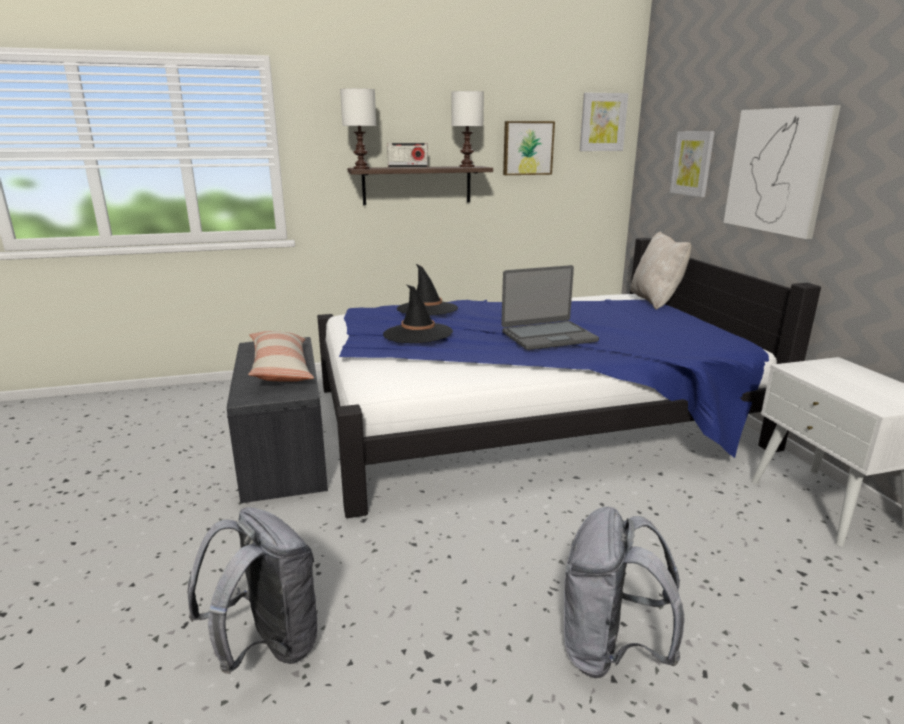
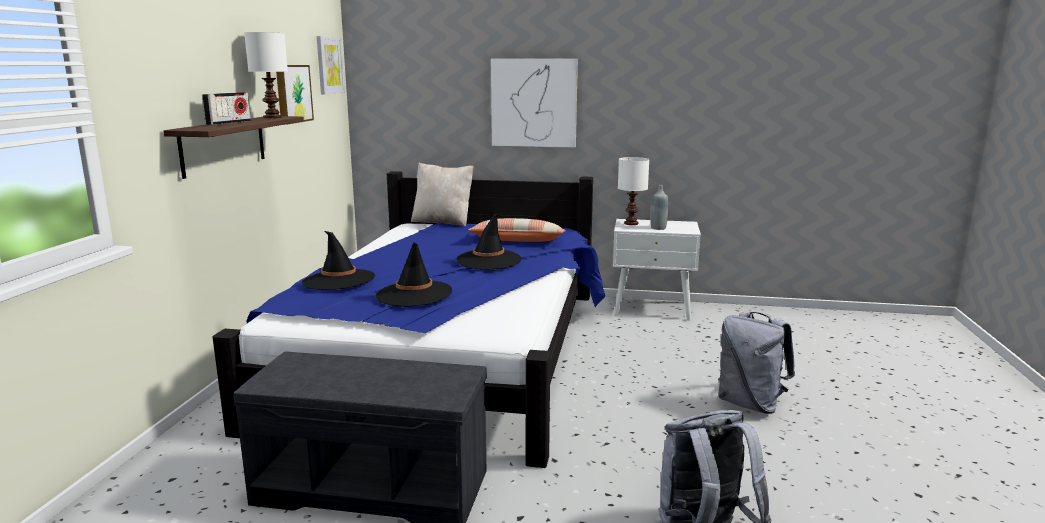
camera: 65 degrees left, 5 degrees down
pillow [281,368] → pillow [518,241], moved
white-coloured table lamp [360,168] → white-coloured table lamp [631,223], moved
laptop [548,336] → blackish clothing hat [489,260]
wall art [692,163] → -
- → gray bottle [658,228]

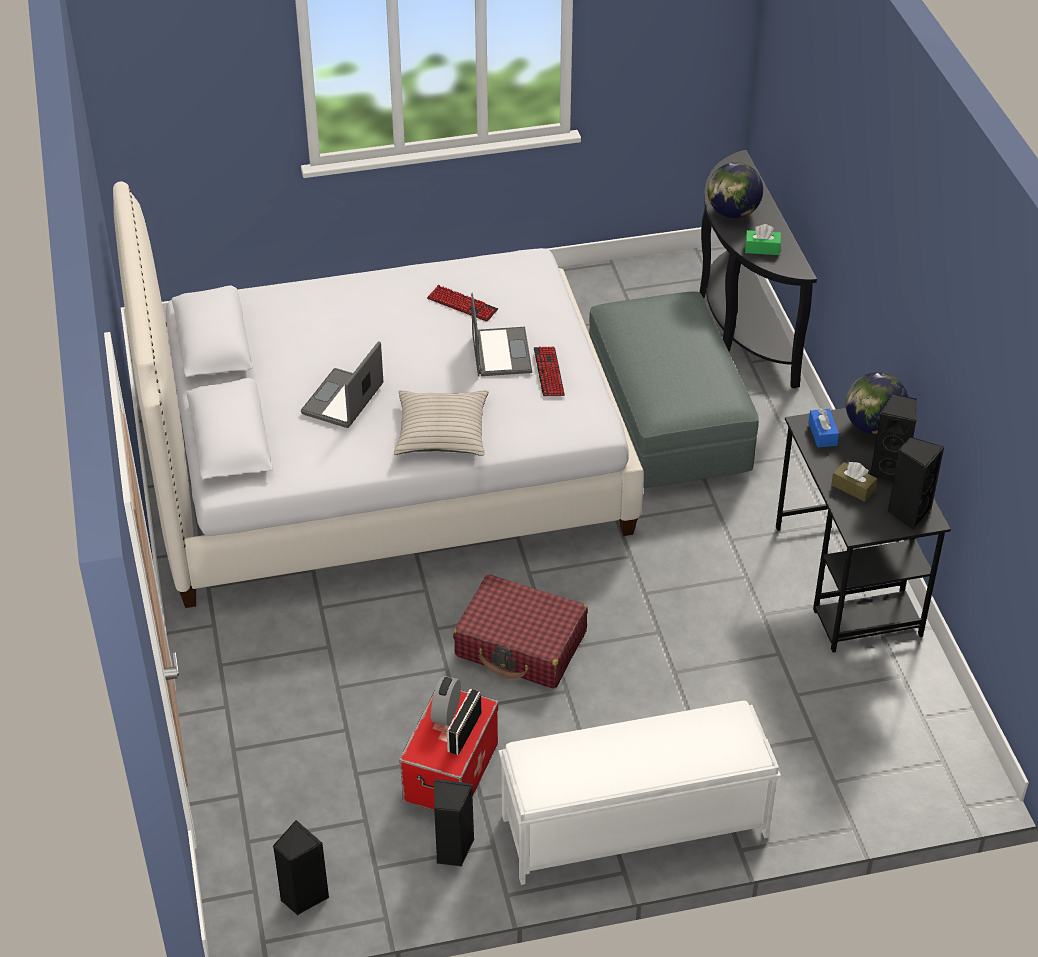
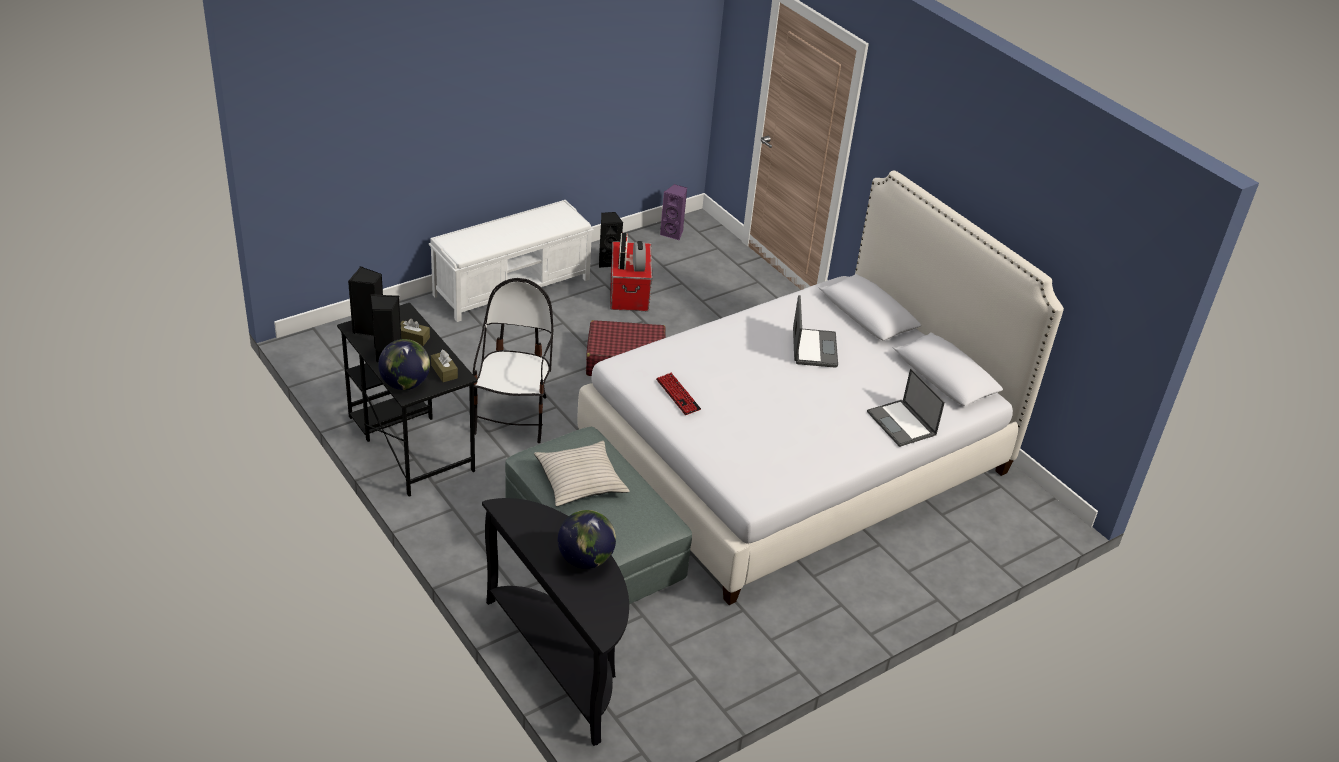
camera: 155 degrees right, 5 degrees down
blackish audio speaker [302,896] → purplish audio speaker [673,233]
beige-coloured pillow [441,432] → beige-coloured pillow [580,481], moved
computer keyboard [462,305] → -
laptop [501,352] → laptop [902,424], moved
green tissue box [762,248] → -
bluish tissue box [822,434] → brownish tissue box [444,371]
- → chair [513,417]

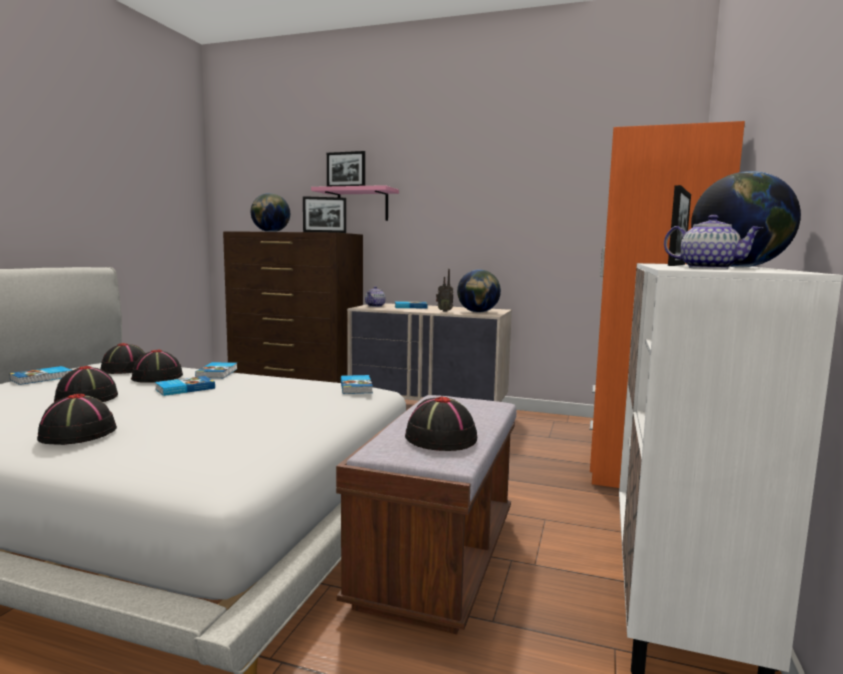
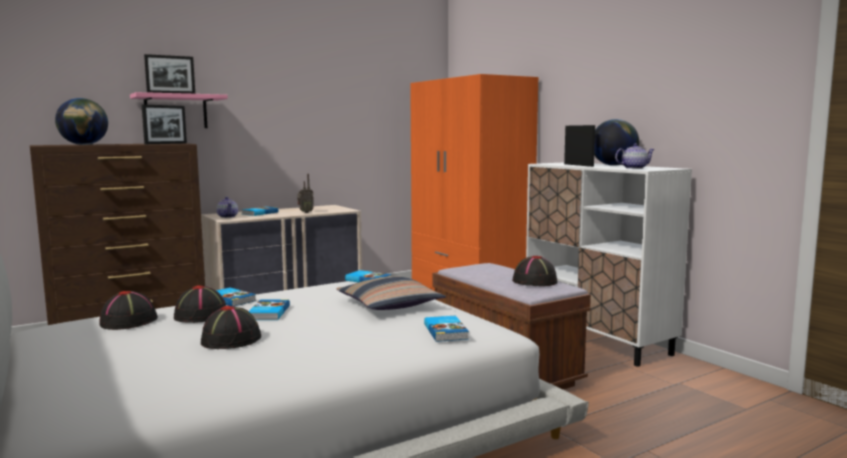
camera: 50 degrees left, 0 degrees up
book [42,378] → book [446,331], moved
blackish clothing hat [77,434] → -
desk globe [478,312] → -
- → pillow [390,305]

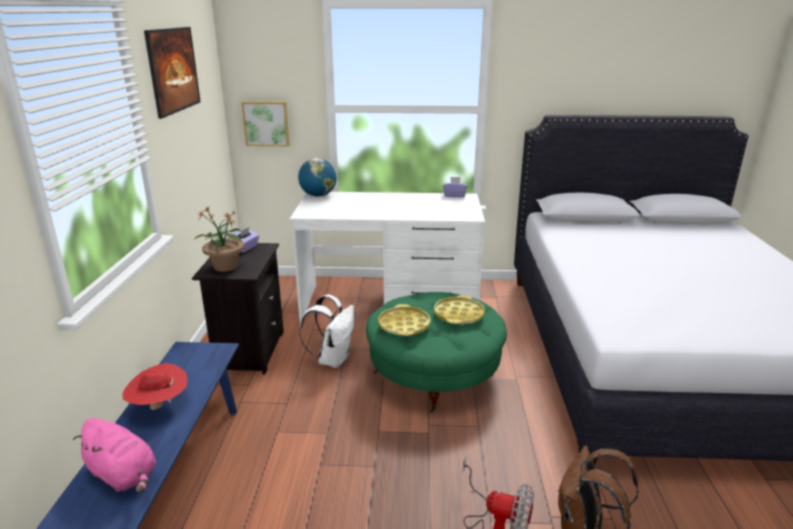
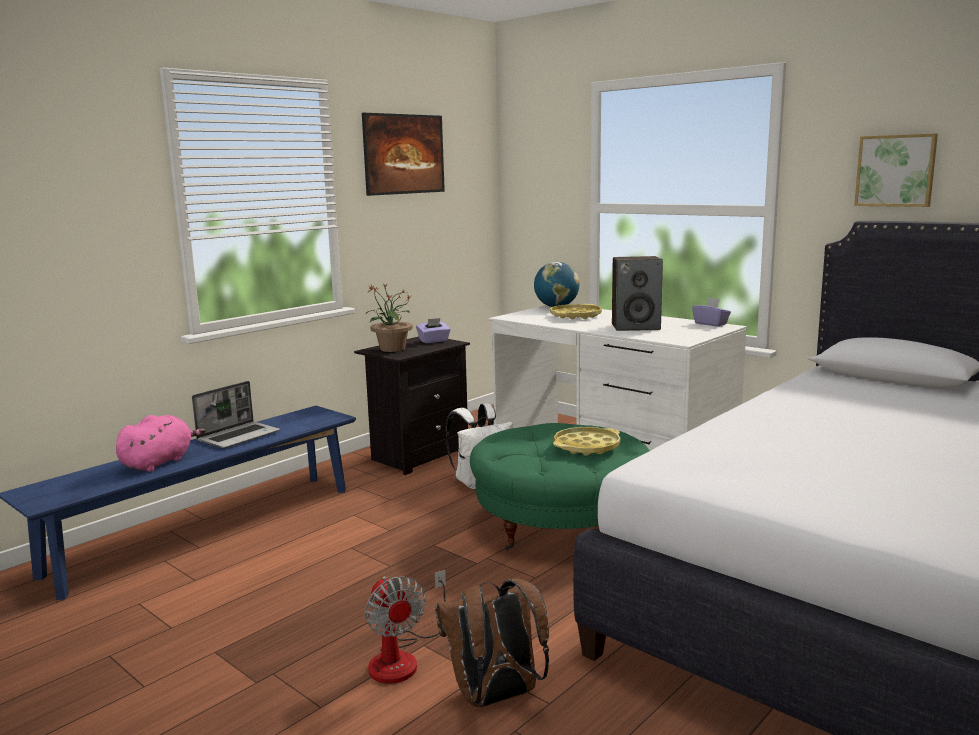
camera: 40 degrees right, 10 degrees down
pink plush toy [123,475] → pink plush toy [159,462], 135 degrees counterclockwise
reddish clothing hat [159,406] → laptop [239,436]
wall art [266,123] → wall art [895,170], moved
yellow serving tray [404,325] → yellow serving tray [575,316], moved
- → audio speaker [636,327]

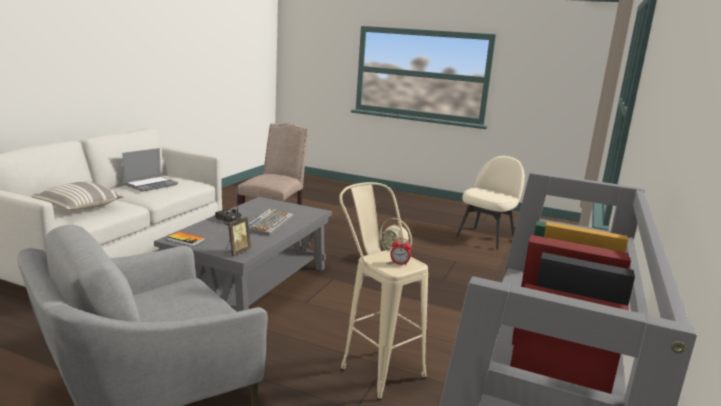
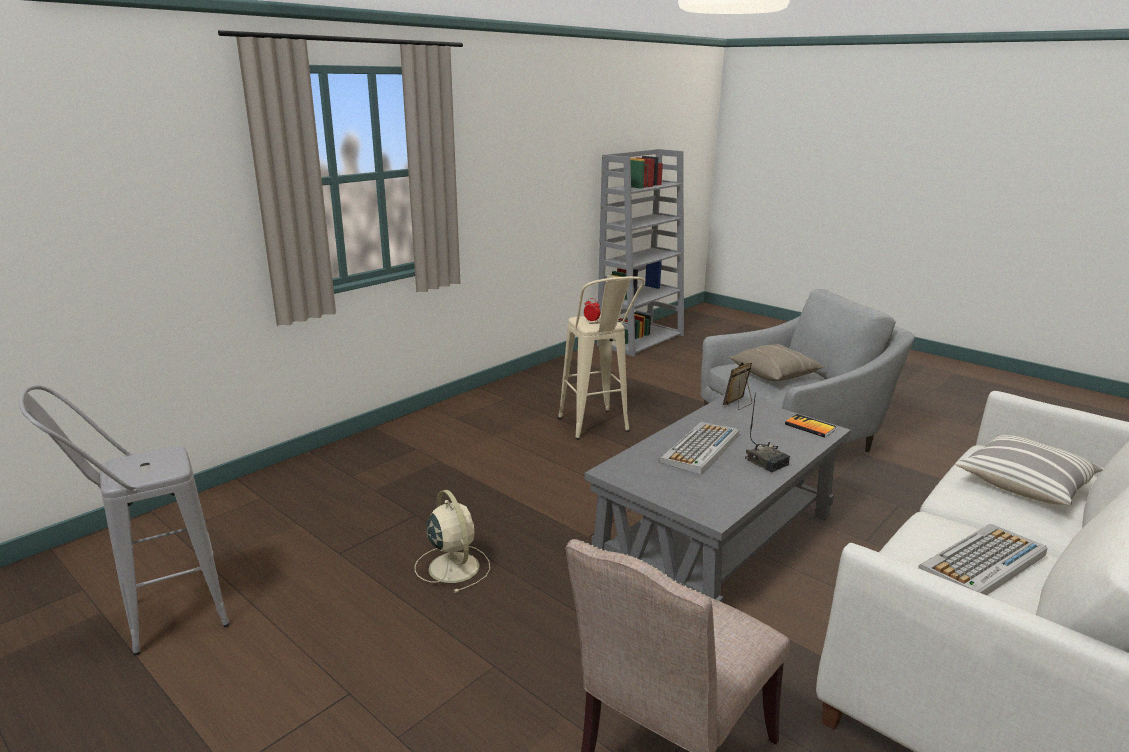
camera: 160 degrees left, 5 degrees up
laptop [151,184] → computer keyboard [983,563]
beige-coloured chair [486,238] → gray stool seat [158,620]
- → beige-coloured pillow [774,374]

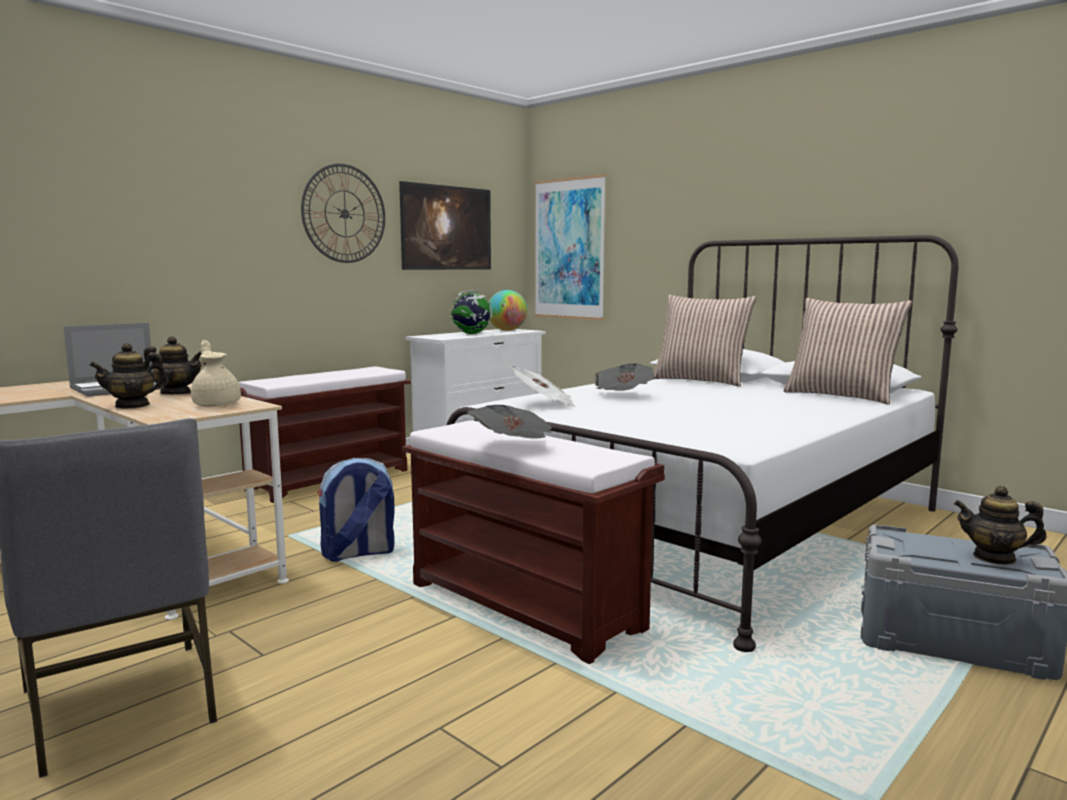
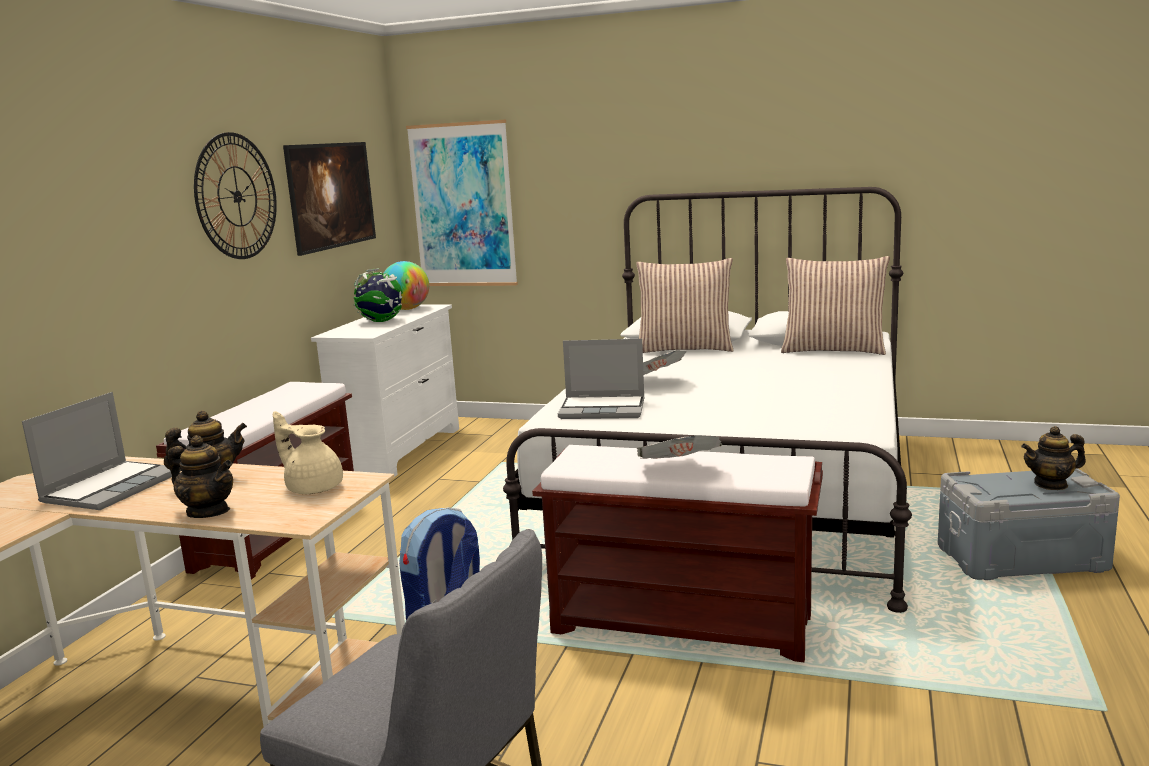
camera: 25 degrees left, 5 degrees up
pot for tea [132,405] → pot for tea [208,512], 90 degrees counterclockwise
printed paper [544,404] → laptop [603,409]

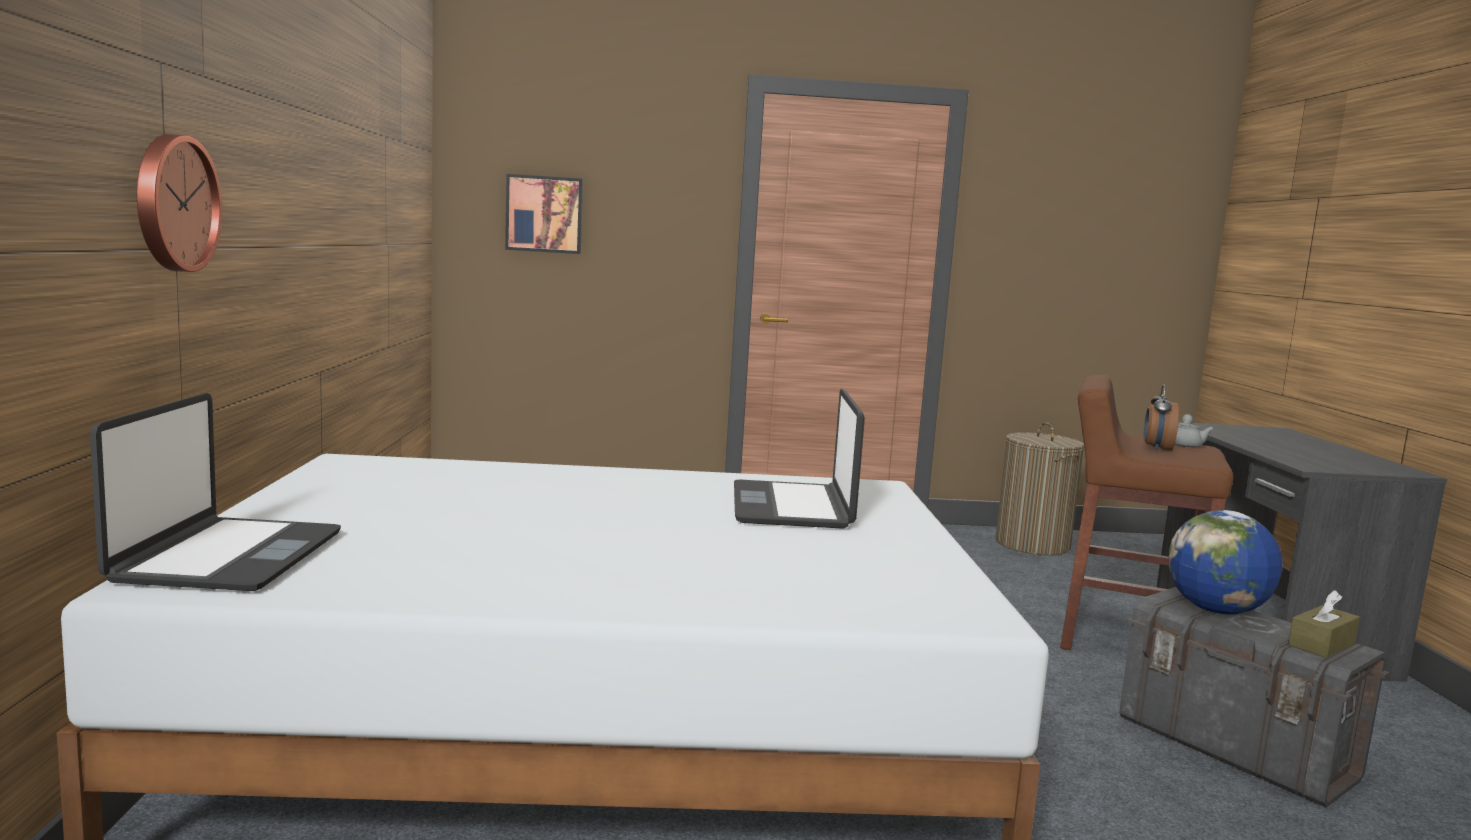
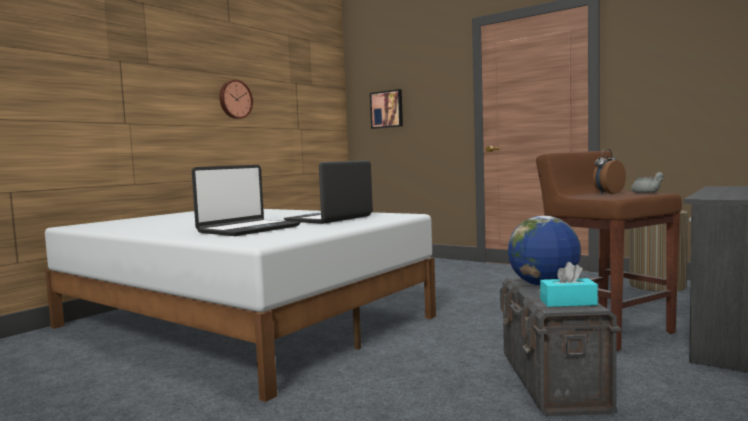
camera: 40 degrees right, 5 degrees down
laptop [227,557] → laptop [248,229], moved
clock on the wall [173,203] → clock on the wall [235,99], moved
brownish tissue box [1321,644] → blue-green tissue box [568,302]

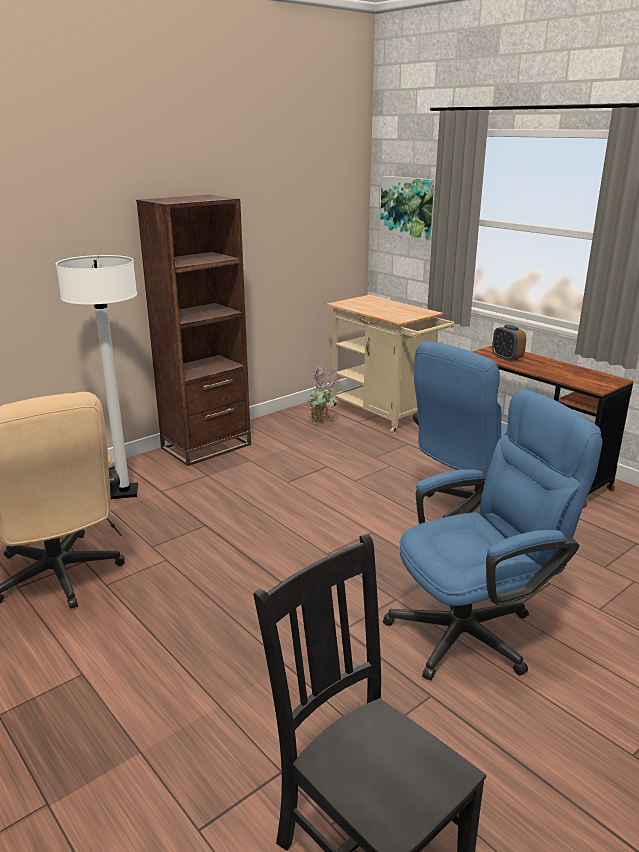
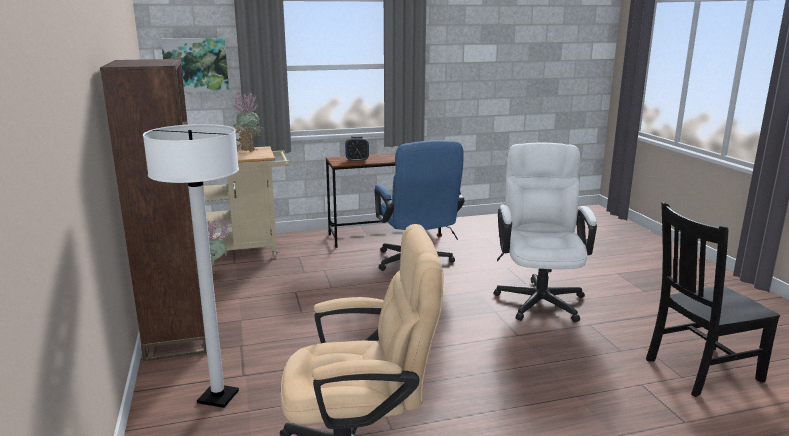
camera: 65 degrees left, 5 degrees down
bluish computer chair [475,630] → white-coloured computer chair [539,297]
- → potted plant [247,150]

